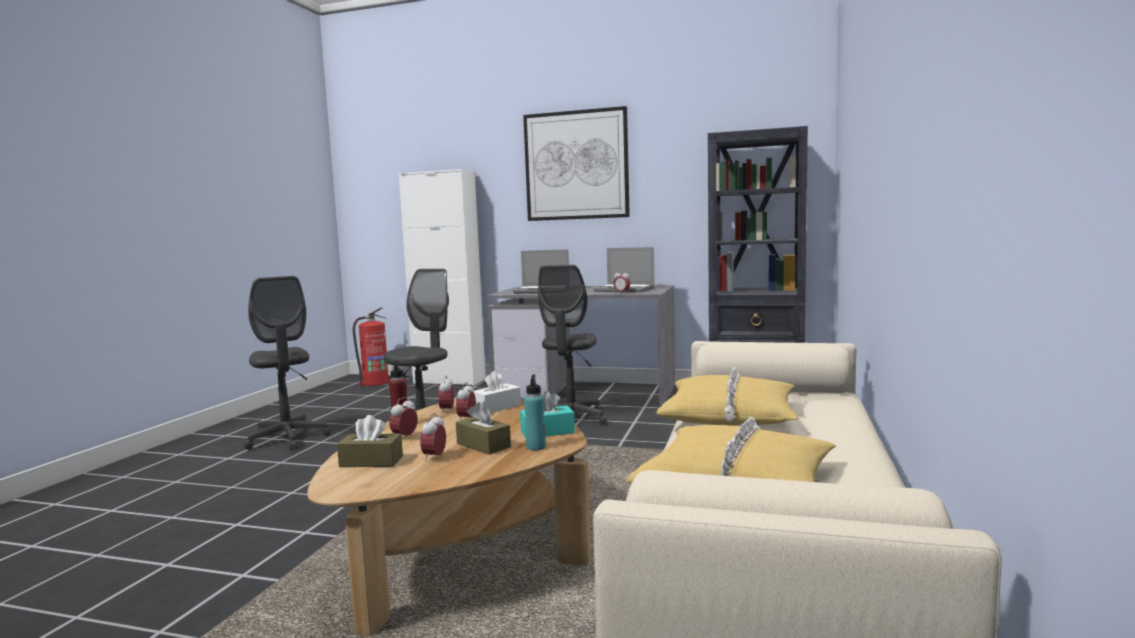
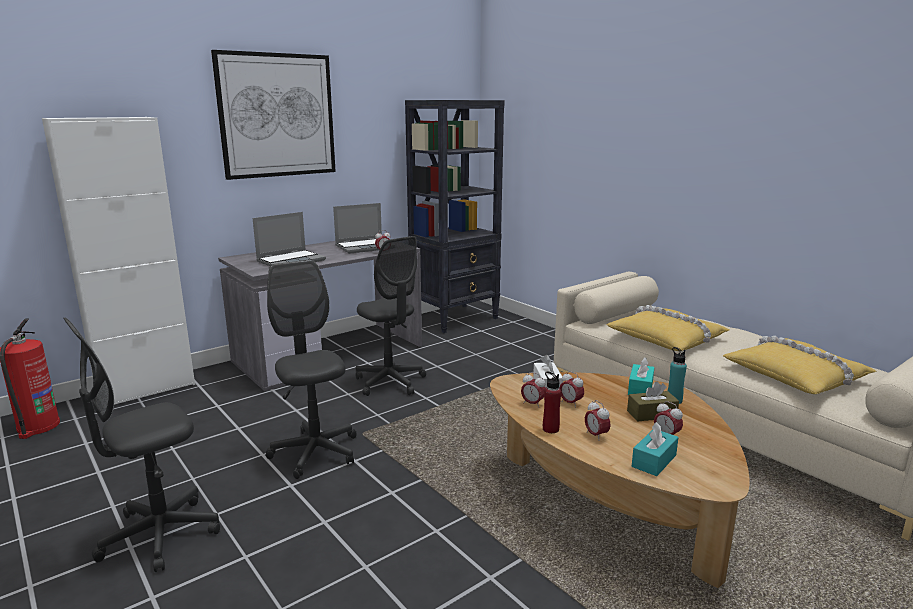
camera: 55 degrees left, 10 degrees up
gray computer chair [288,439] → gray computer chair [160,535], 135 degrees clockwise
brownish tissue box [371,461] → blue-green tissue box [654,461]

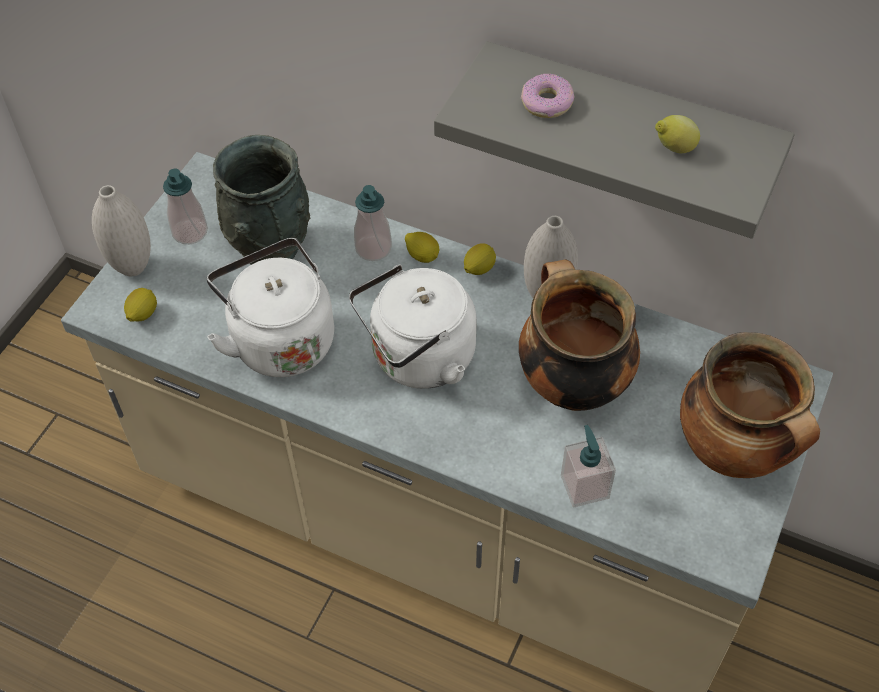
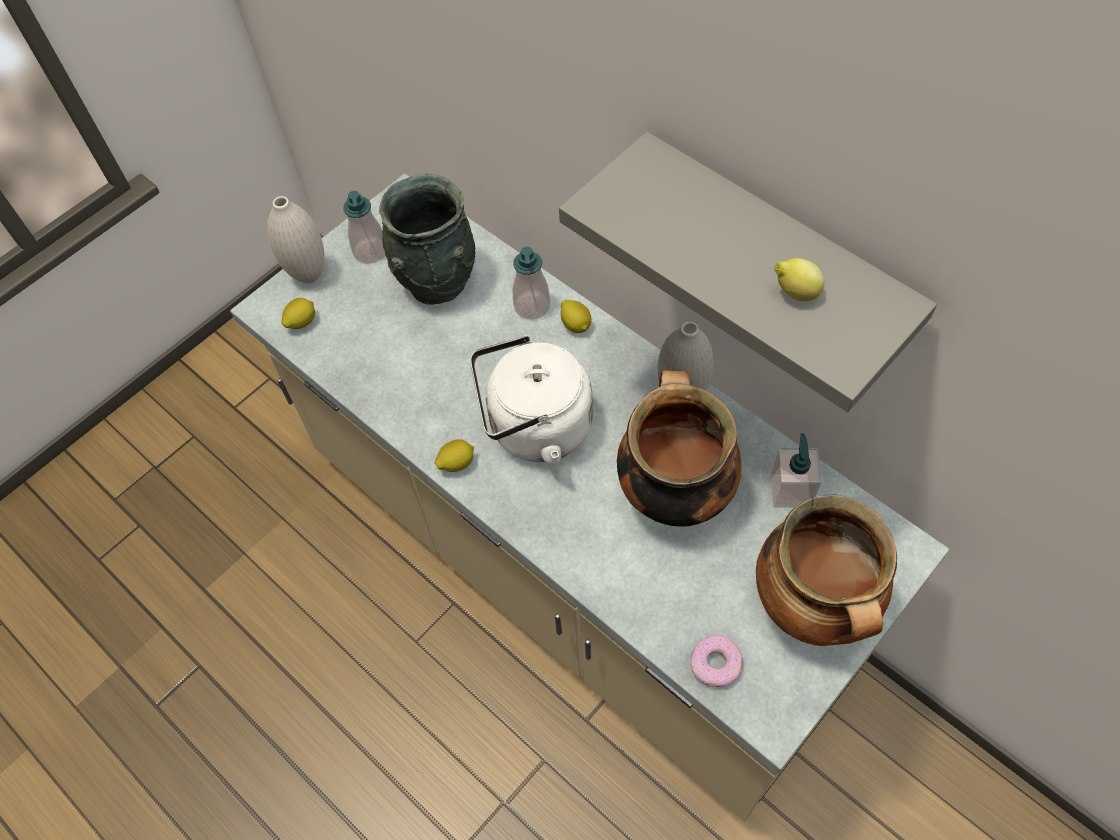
camera: 20 degrees right, 5 degrees up
white-coloured tea kettle [280,339] → -
citrus fruit [478,269] → citrus fruit [456,463], moved
doughnut [547,103] → doughnut [716,664], moved
soap dispenser [584,486] → soap dispenser [790,490], moved

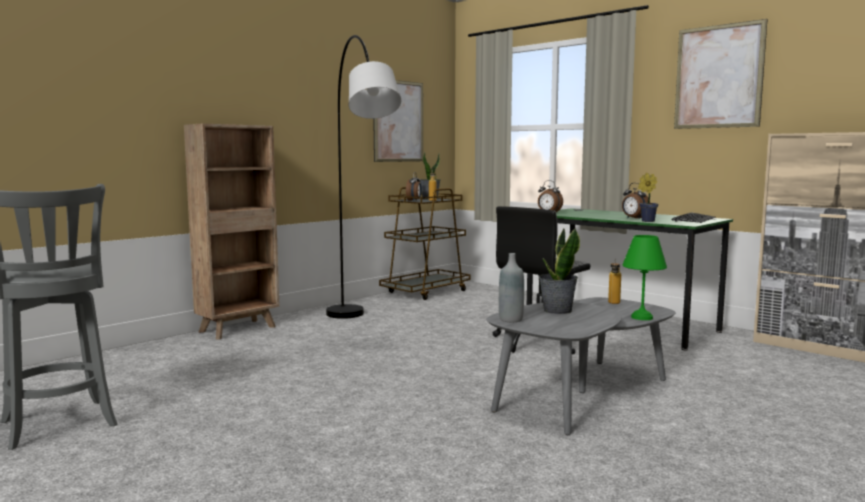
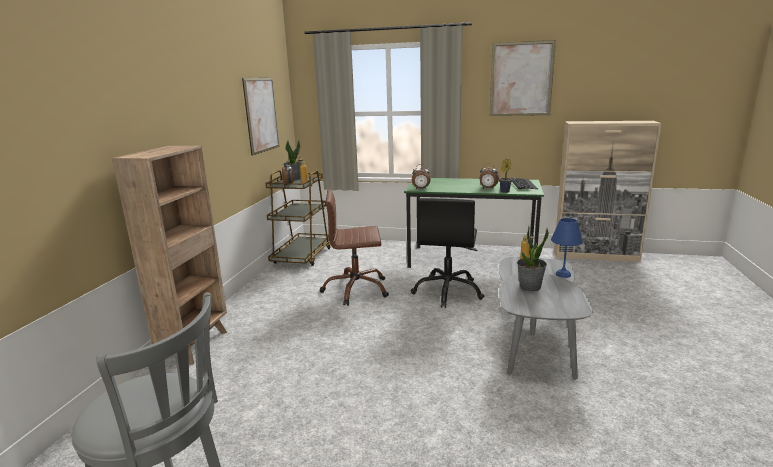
camera: 30 degrees left, 10 degrees up
gray standing lamp [361,331] → -
gray bottle [510,319] → -
green table lamp [642,318] → bluish table lamp [563,275]
- → brownish computer chair [356,289]

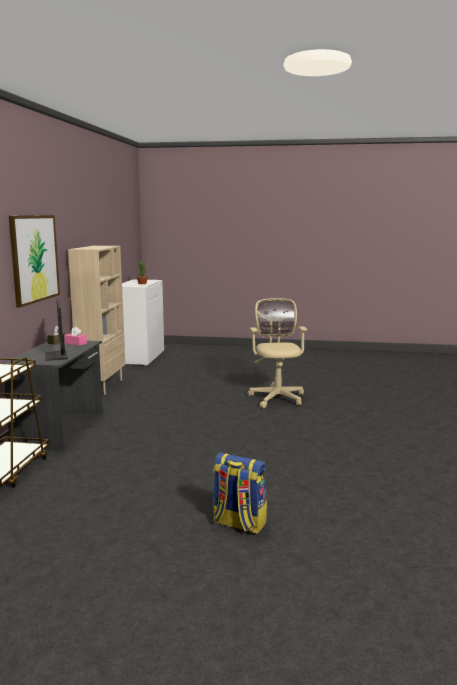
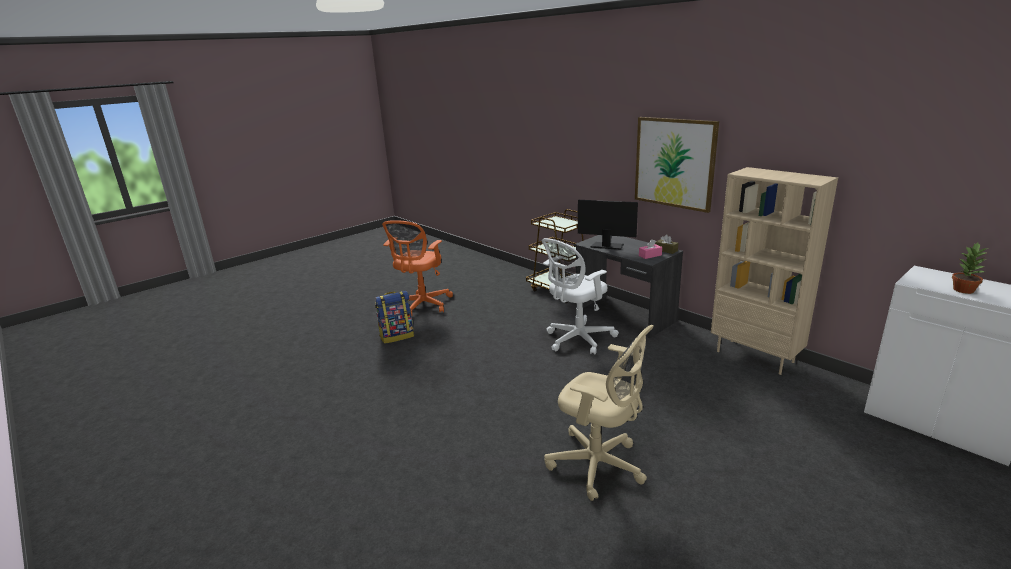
camera: 130 degrees right, 10 degrees up
- → orangey computer chair [422,306]
- → white-coloured computer chair [577,340]

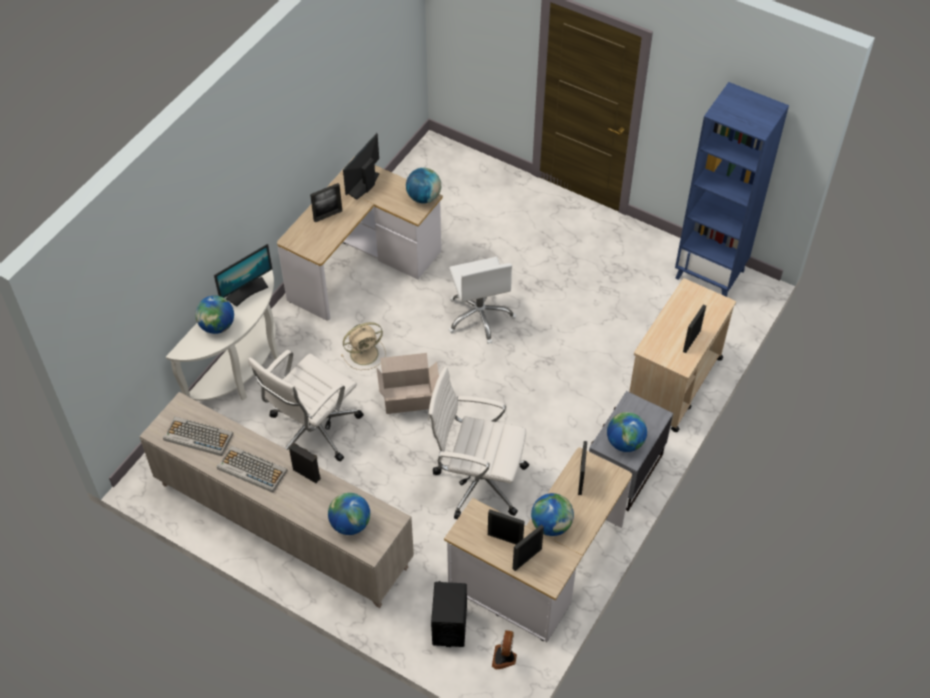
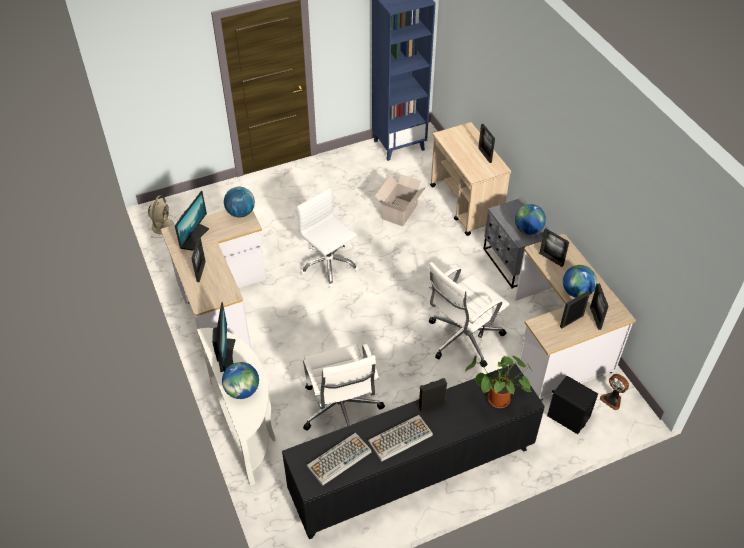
camera: 55 degrees left, 5 degrees down
beige-coloured cabinet [283,526] → blackish cabinet [412,474]
desk globe [350,524] → potted plant [496,401]
beige-coloured cooling fan [365,353] → beige-coloured cooling fan [163,225], moved
computer screen [364,185] → computer screen [194,237], 135 degrees counterclockwise
packing box [409,398] → packing box [400,211], moved
white-coloured computer chair [480,316] → white-coloured computer chair [328,265], 150 degrees counterclockwise

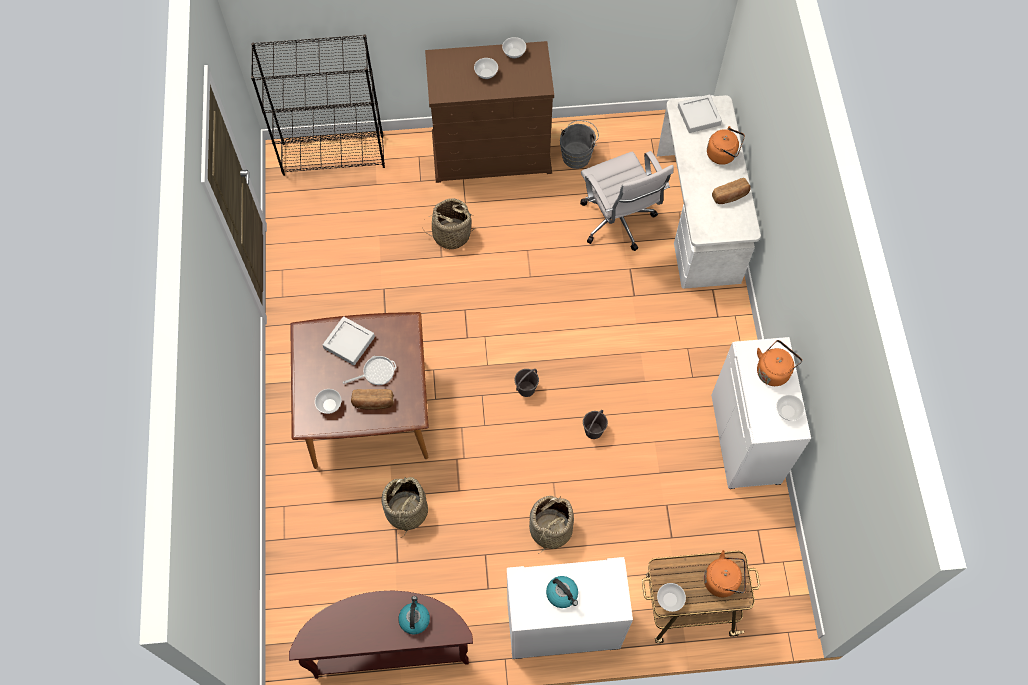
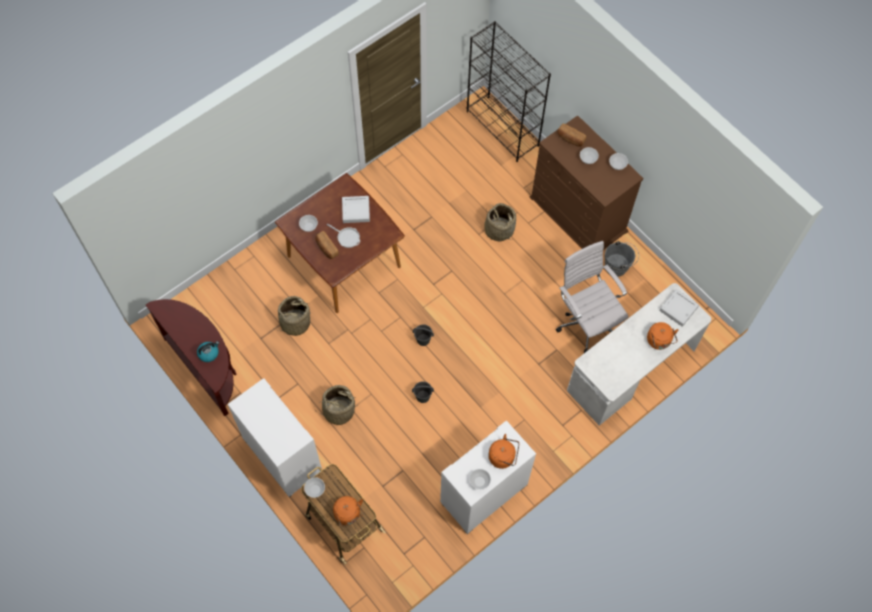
camera: 55 degrees right, 0 degrees up
tea kettle [562,594] → -
white-coloured computer chair [618,223] → white-coloured computer chair [586,322], 120 degrees clockwise
bread [730,196] → bread [570,139], moved

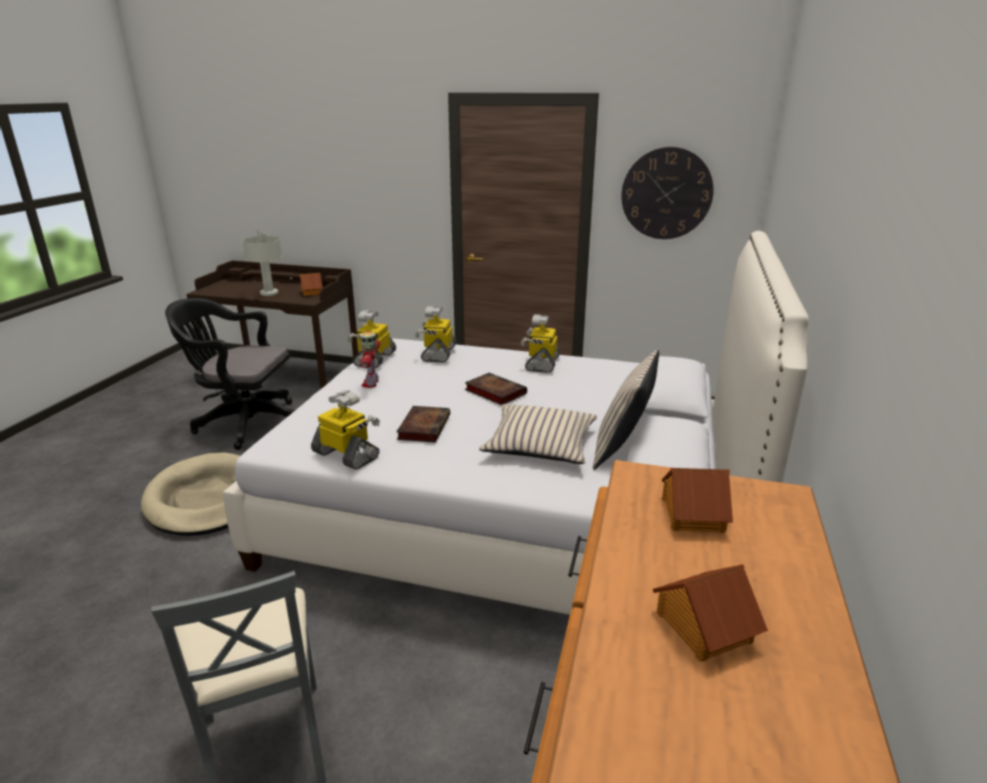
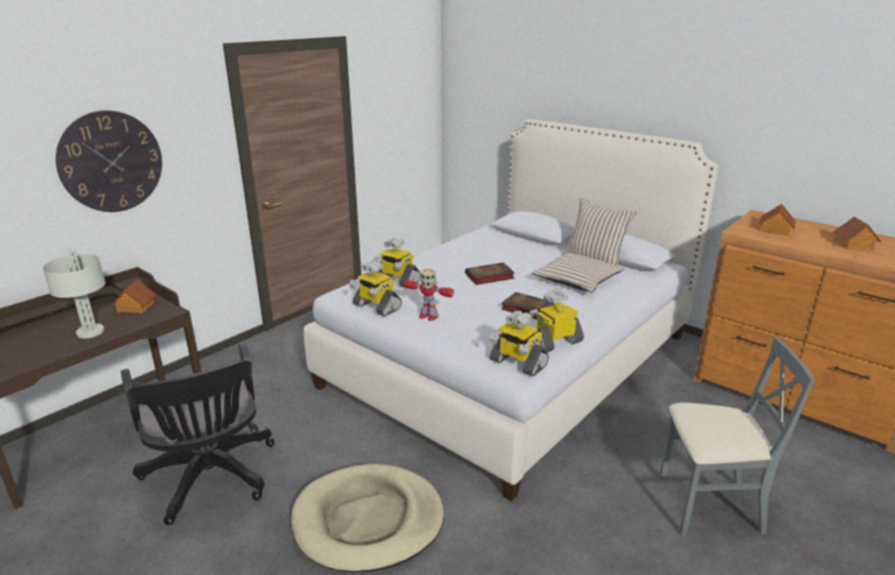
camera: 65 degrees left, 0 degrees up
blackish computer chair [245,423] → blackish computer chair [211,479], 60 degrees counterclockwise
robot figure [541,363] → robot figure [517,363], moved
clock on the wall [666,194] → clock on the wall [111,162], moved

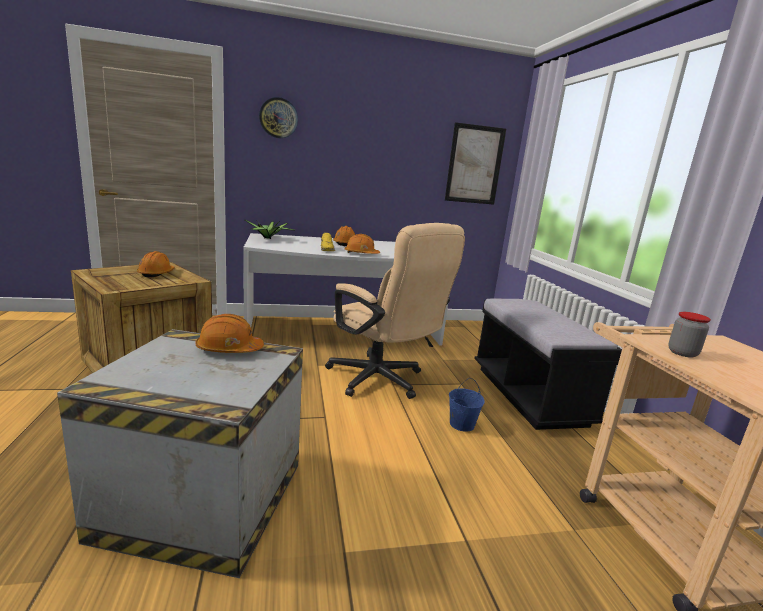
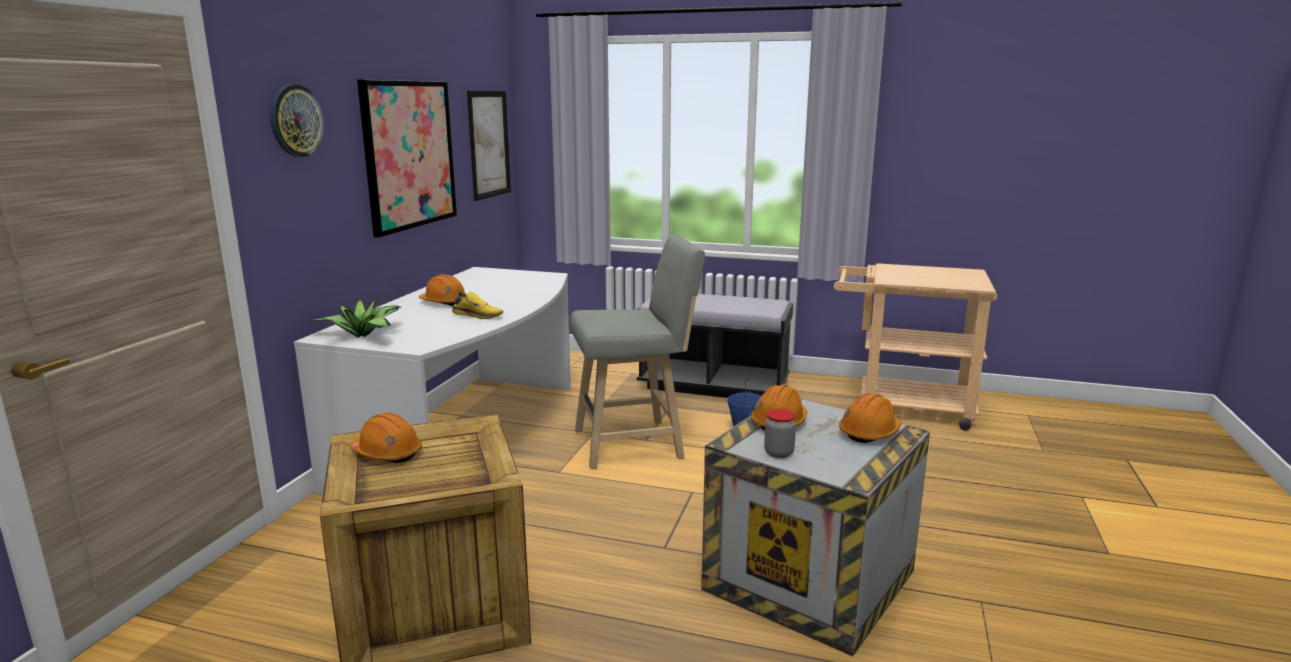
camera: 60 degrees left, 0 degrees up
beige-coloured computer chair [382,381] → gray stool seat [635,444]
orangey safety helmet [361,254] → orangey safety helmet [869,433], moved
storage jar [682,353] → storage jar [778,453], moved
- → wall art [409,155]

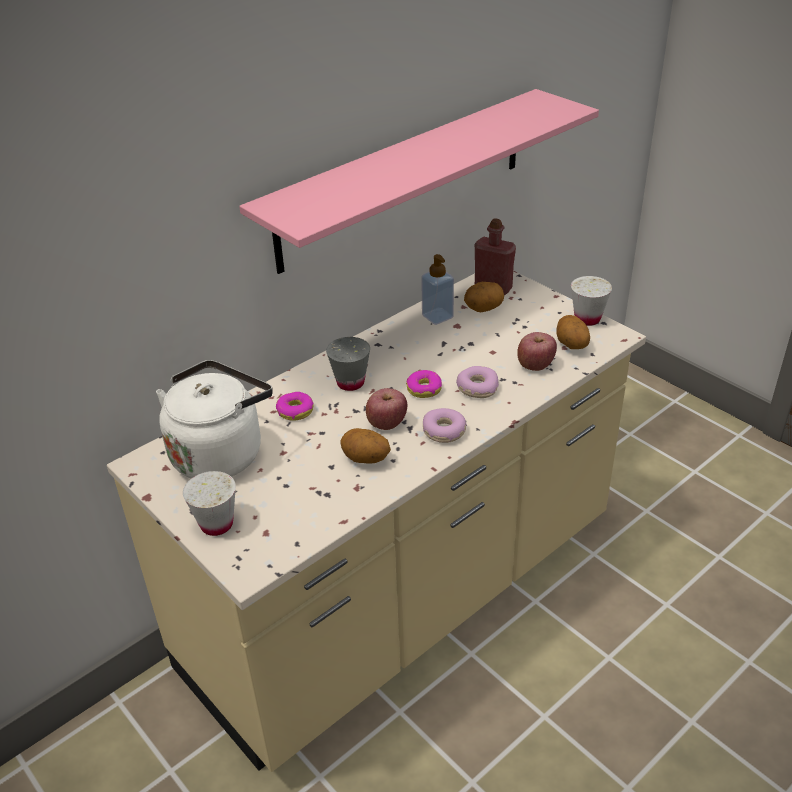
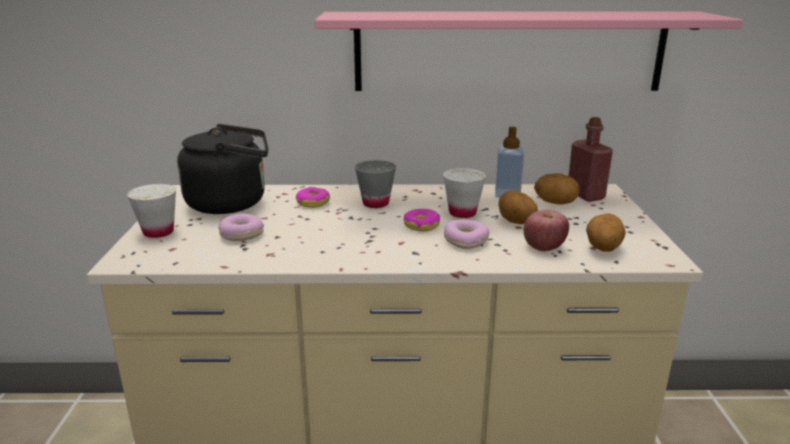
camera: 40 degrees right, 15 degrees down
white-coloured tea kettle [220,452] → blackish tea kettle [232,203]
spud [365,460] → spud [515,222], moved
apple fruit [386,423] → -
doughnut [444,431] → doughnut [241,234], moved
white-coloured cup [587,319] → white-coloured cup [462,213], moved

